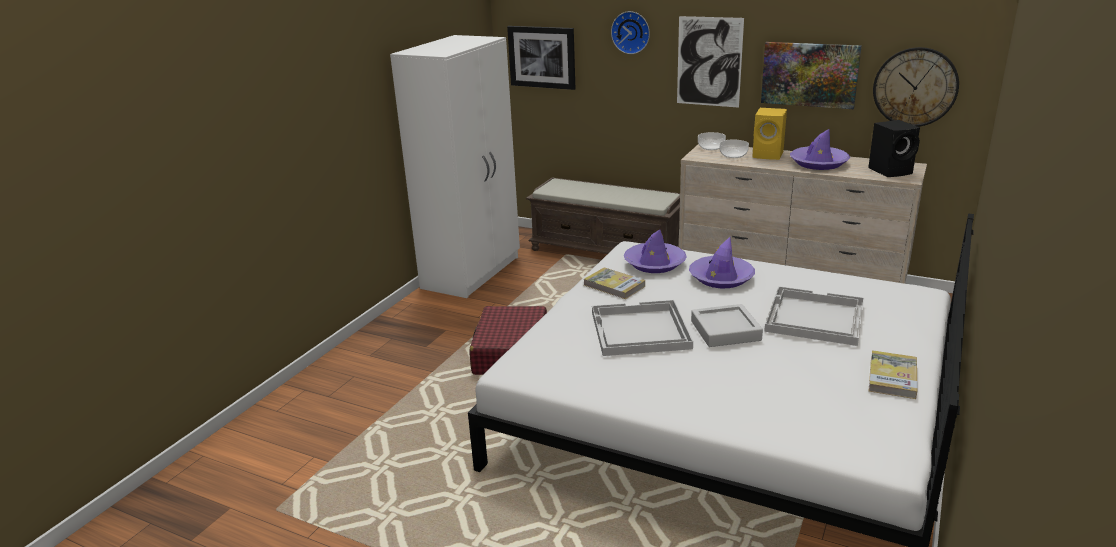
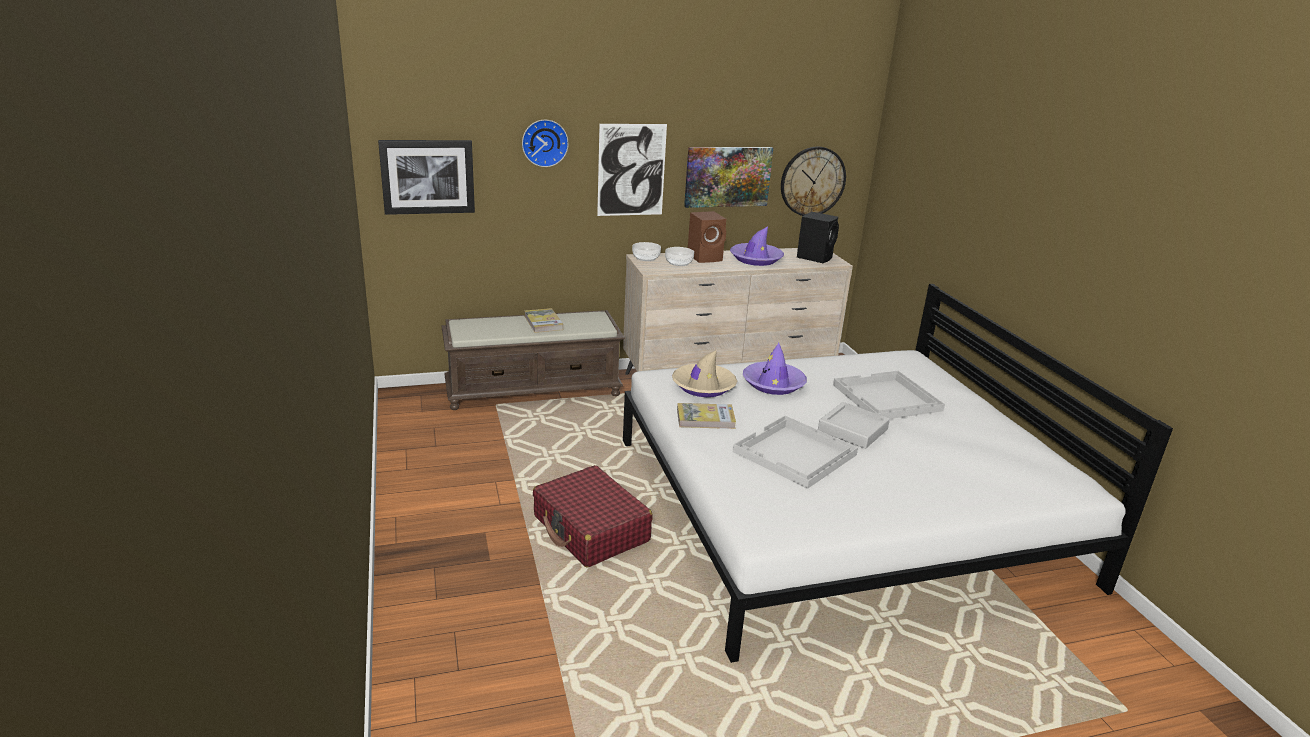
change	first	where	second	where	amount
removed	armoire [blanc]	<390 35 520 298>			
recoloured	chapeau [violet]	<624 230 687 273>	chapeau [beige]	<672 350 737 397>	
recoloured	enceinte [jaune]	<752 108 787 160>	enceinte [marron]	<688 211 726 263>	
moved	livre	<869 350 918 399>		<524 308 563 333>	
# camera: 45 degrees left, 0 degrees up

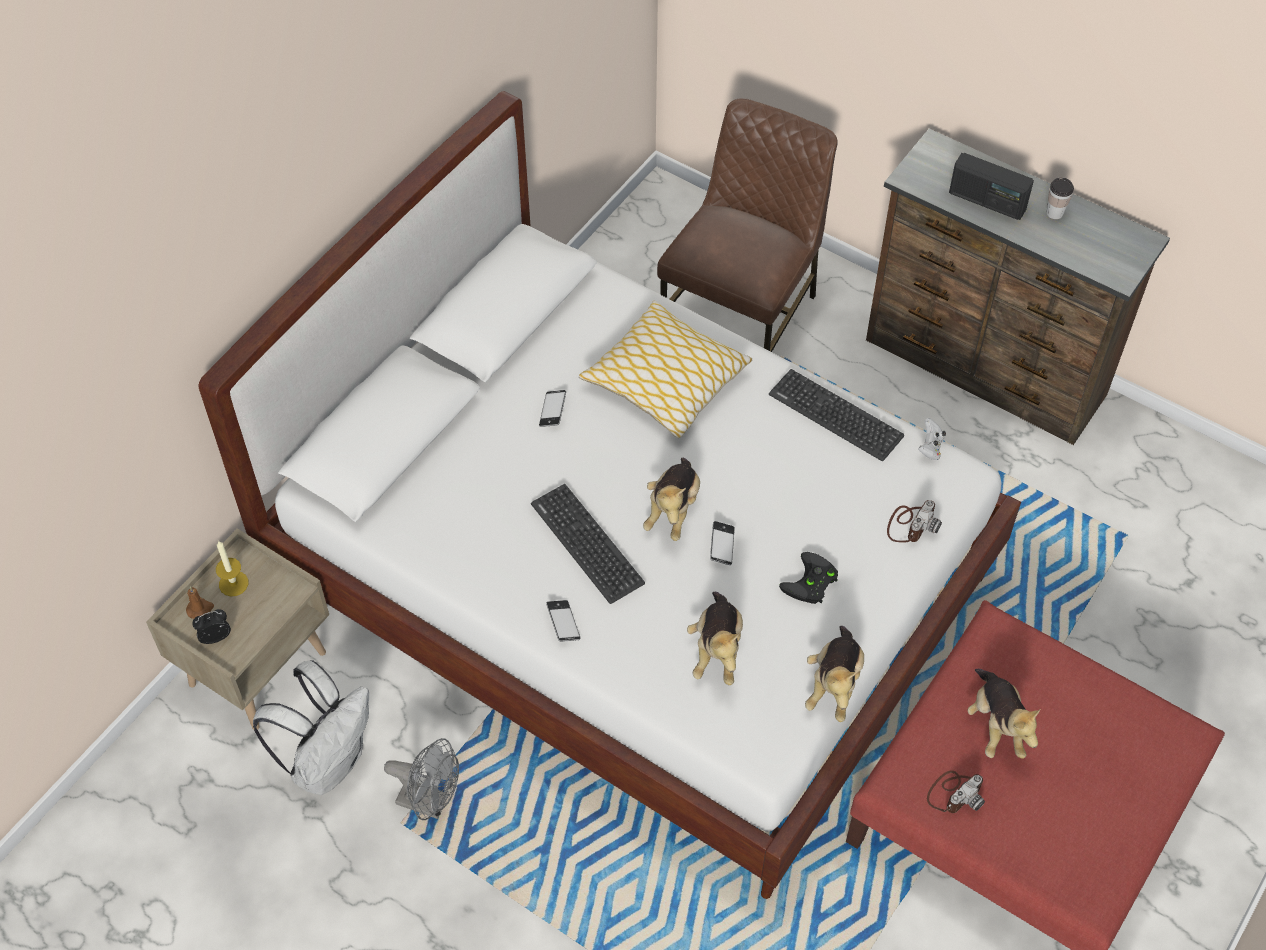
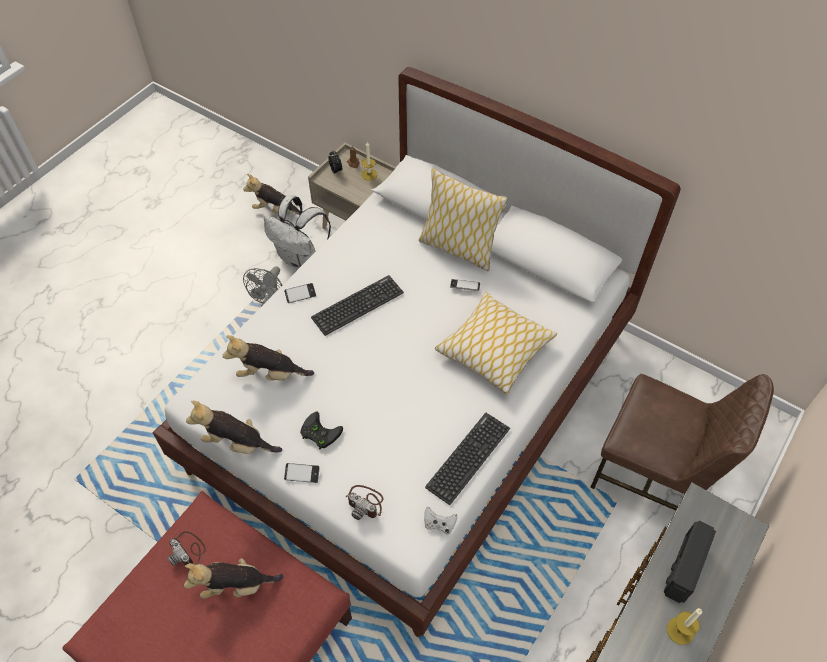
change	first	where	second	where	amount
moved	peluche	<643 457 700 541>		<243 174 300 215>	
moved	téléphone	<710 521 735 565>		<284 463 320 483>	
replaced	tasse	<1047 177 1074 219>	bougie	<667 608 702 645>	
added			coussin	<419 168 508 271>	
# camera: 90 degrees right, 0 degrees up

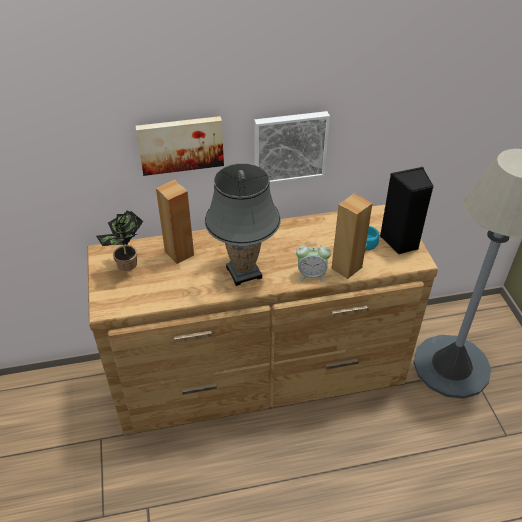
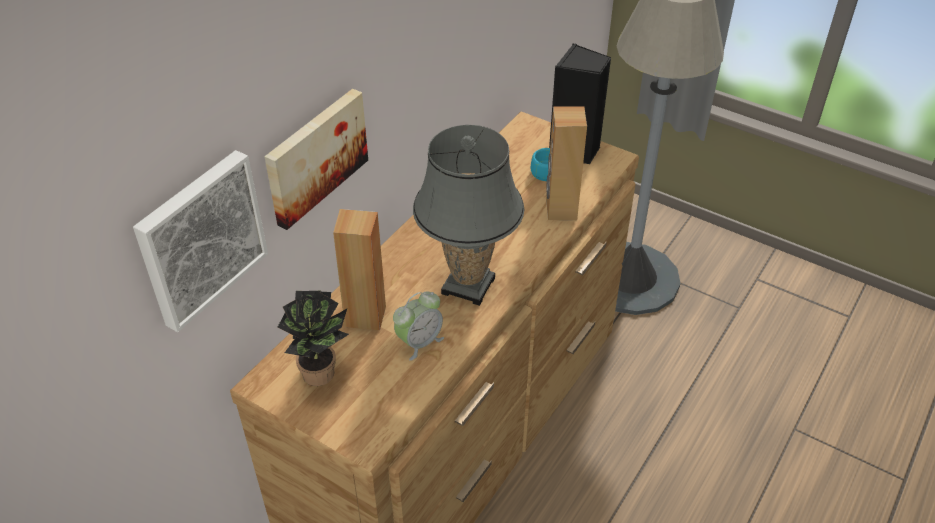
change	first	where	second	where	amount
moved	tableau	<254 111 330 184>		<133 150 268 332>	
moved	réveil	<296 242 331 282>		<393 292 444 361>	
# camera: 45 degrees left, 0 degrees up

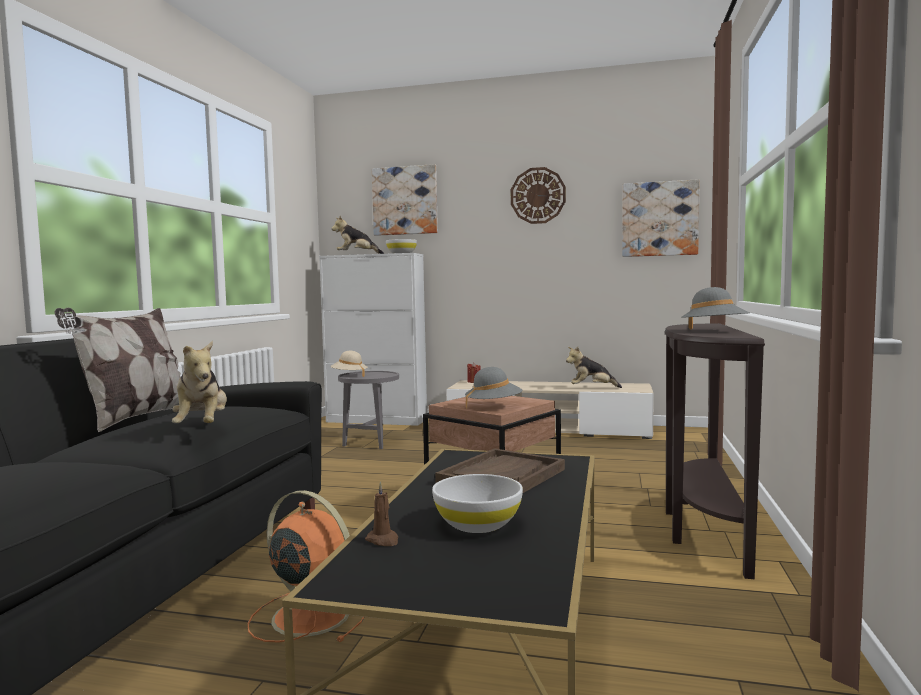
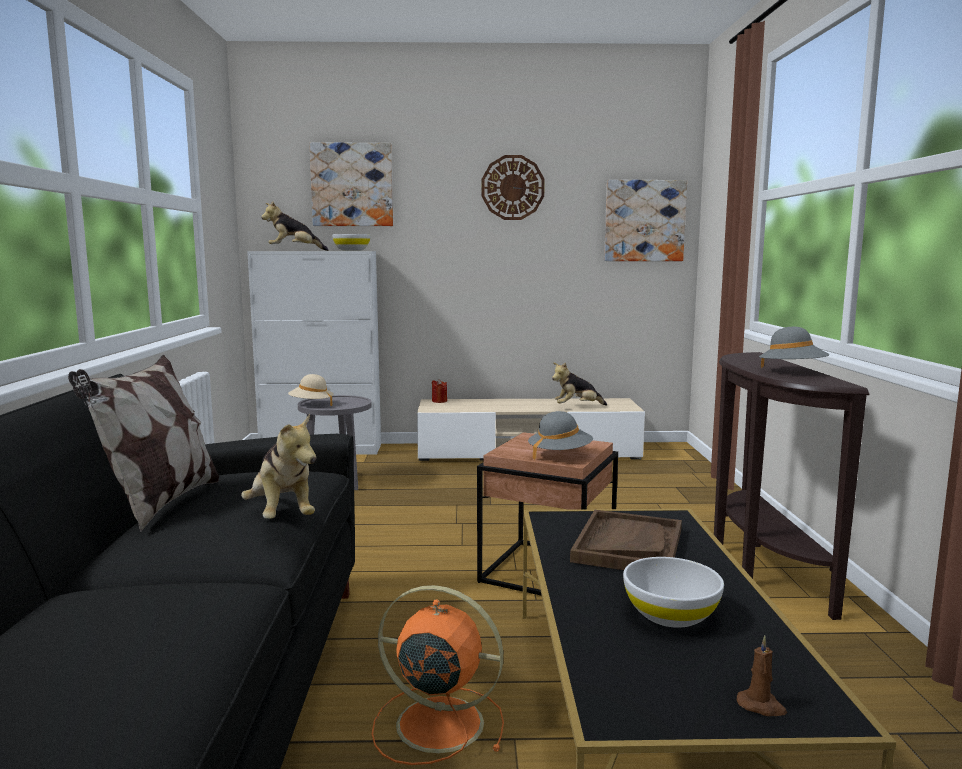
change	first	where	second	where	amount
moved	bougie [marron]	<365 481 398 546>		<737 636 787 716>	
# camera: 15 degrees left, 5 degrees up

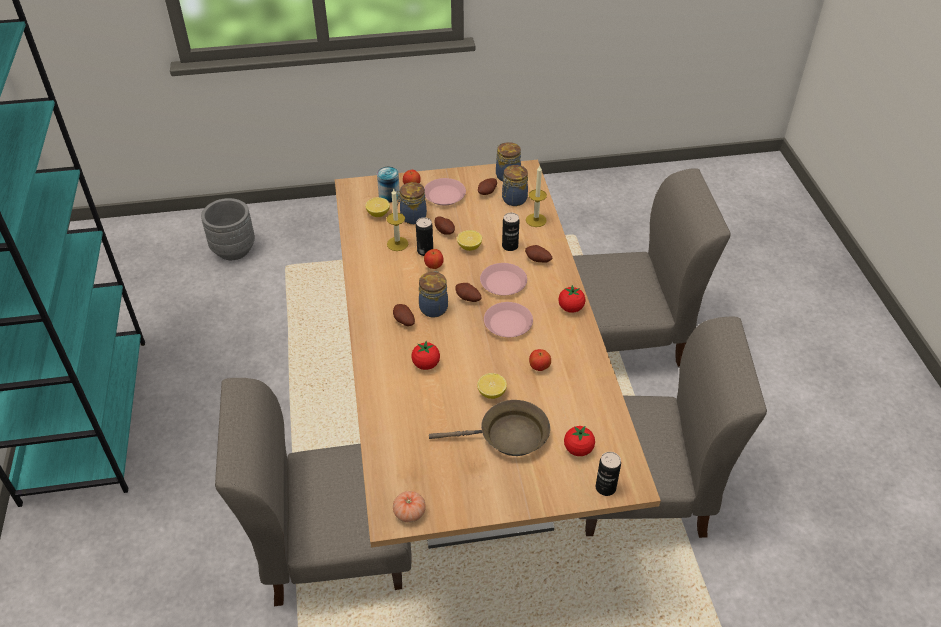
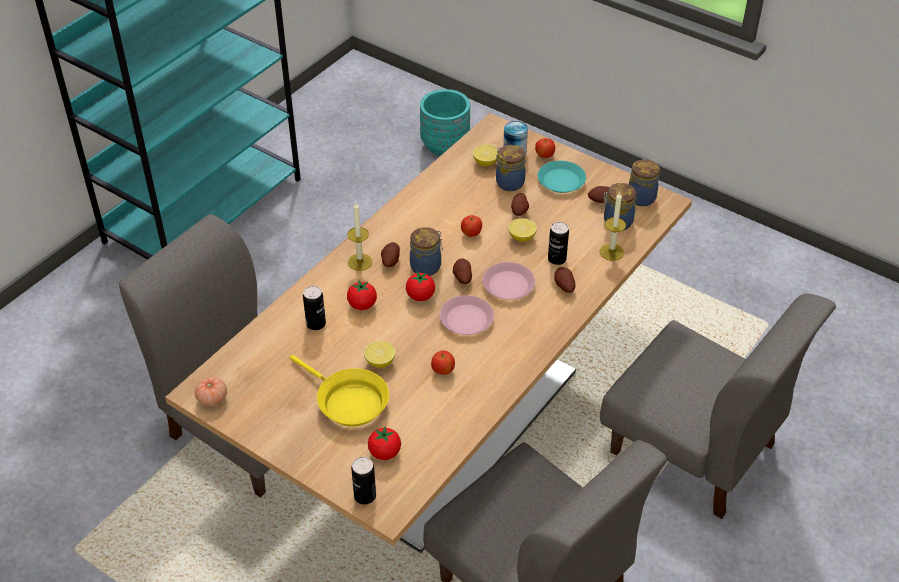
change	first	where	second	where	amount
recoloured	cache-pot [gris]	<201 198 255 260>	cache-pot [turquoise]	<420 89 470 156>	
moved	bougie	<386 188 408 251>		<347 202 372 271>	
moved	boîte métallique	<416 217 433 256>		<303 286 326 330>	
recoloured	assiette [rose]	<424 178 466 206>	assiette [turquoise]	<538 161 586 193>	
recoloured	poêle [marron]	<429 400 550 456>	poêle [jaune]	<290 355 389 427>	
moved	tomate	<558 285 586 313>		<406 271 435 301>	
# camera: 45 degrees right, 0 degrees up

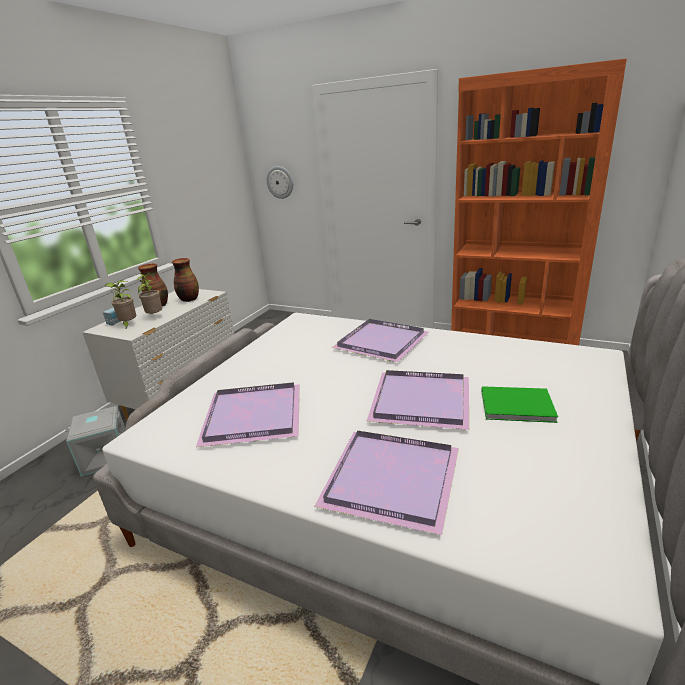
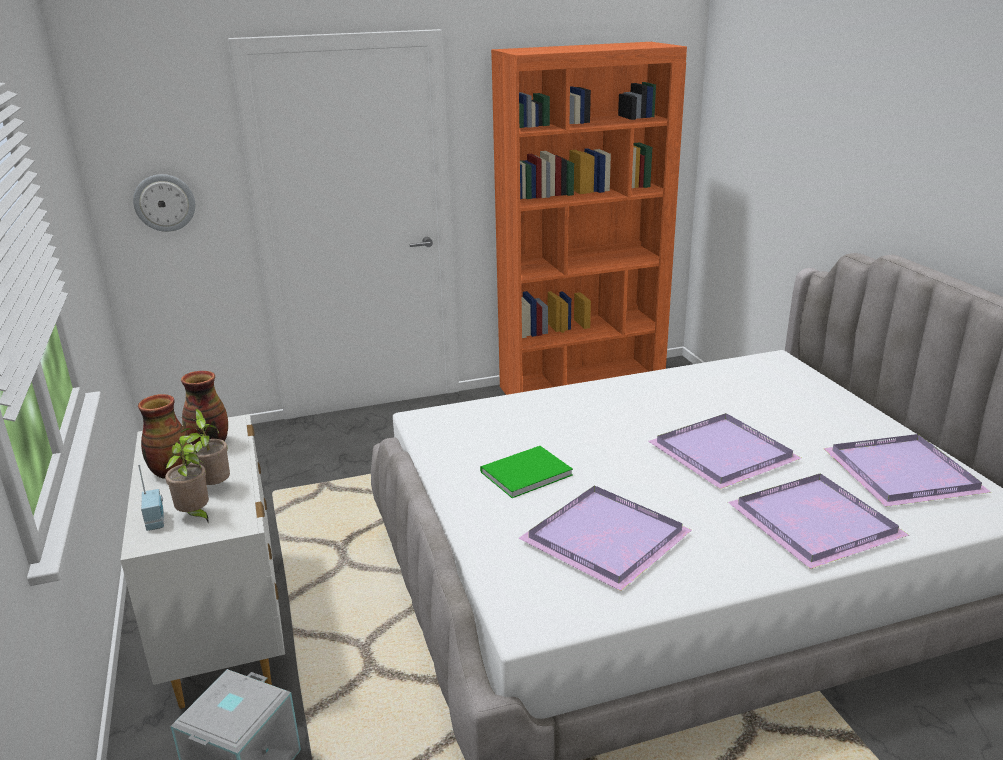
change	first	where	second	where	amount
moved	plateau [violet]	<332 319 429 362>		<823 434 991 507>	
moved	livre [vert]	<481 386 558 423>		<480 446 573 498>	
# camera: 45 degrees left, 0 degrees up

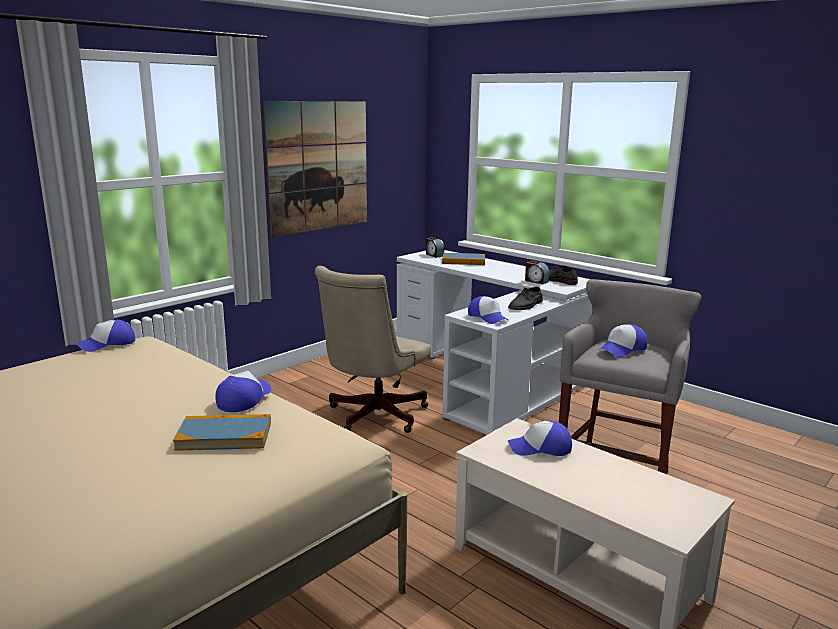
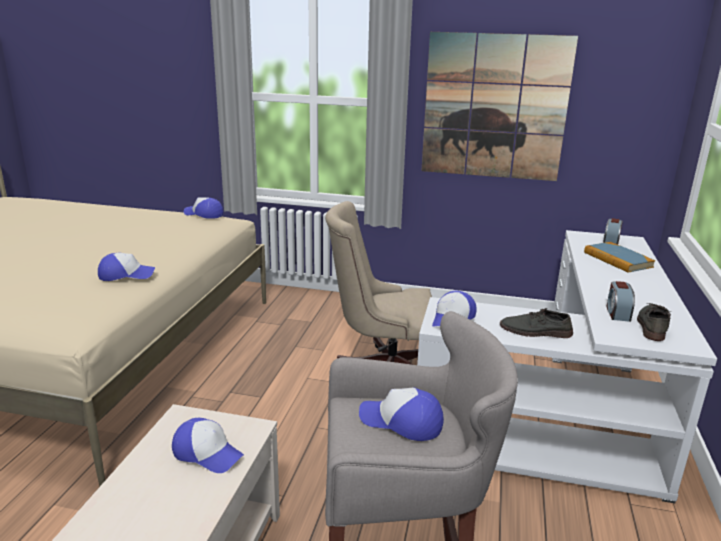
change	first	where	second	where	amount
removed	livre	<173 414 271 451>			
turned	casquette	<508 421 572 456>		<172 418 244 473>	150 degrees clockwise
# camera: 60 degrees right, 5 degrees up

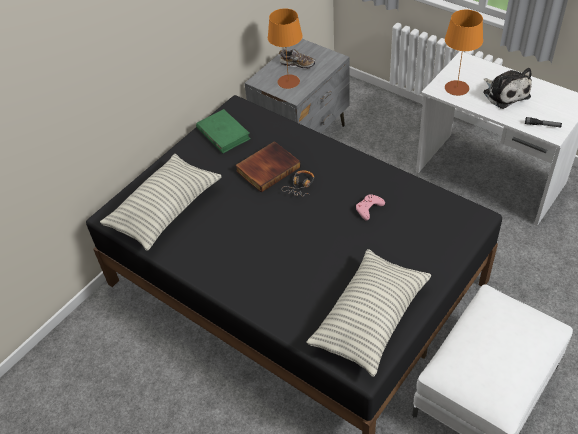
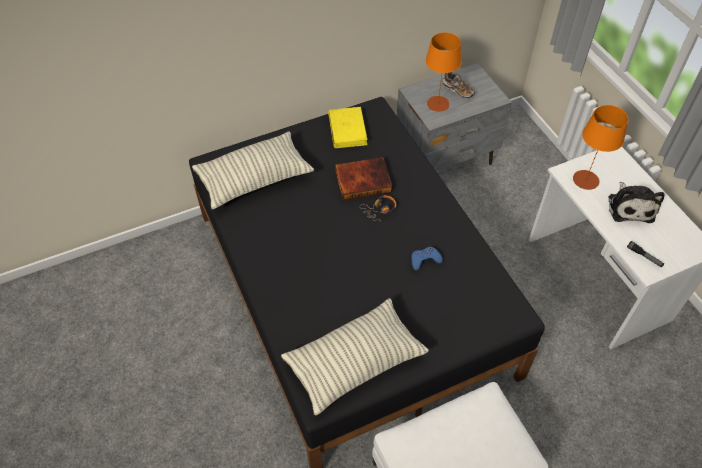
change	first	where	second	where	amount
recoloured	livre [vert]	<196 109 251 153>	livre [jaune]	<328 107 367 148>	
recoloured	manette [rose]	<356 194 385 220>	manette [bleu]	<411 247 443 270>	
# camera: 25 degrees right, 5 degrees up

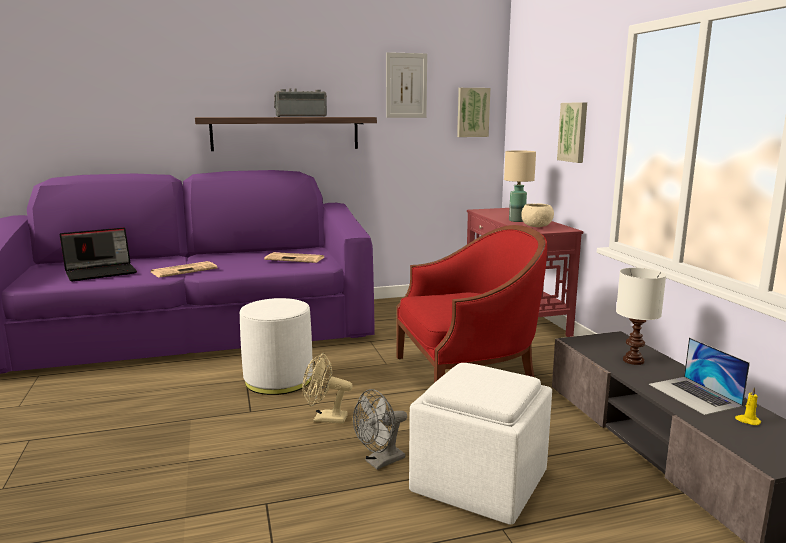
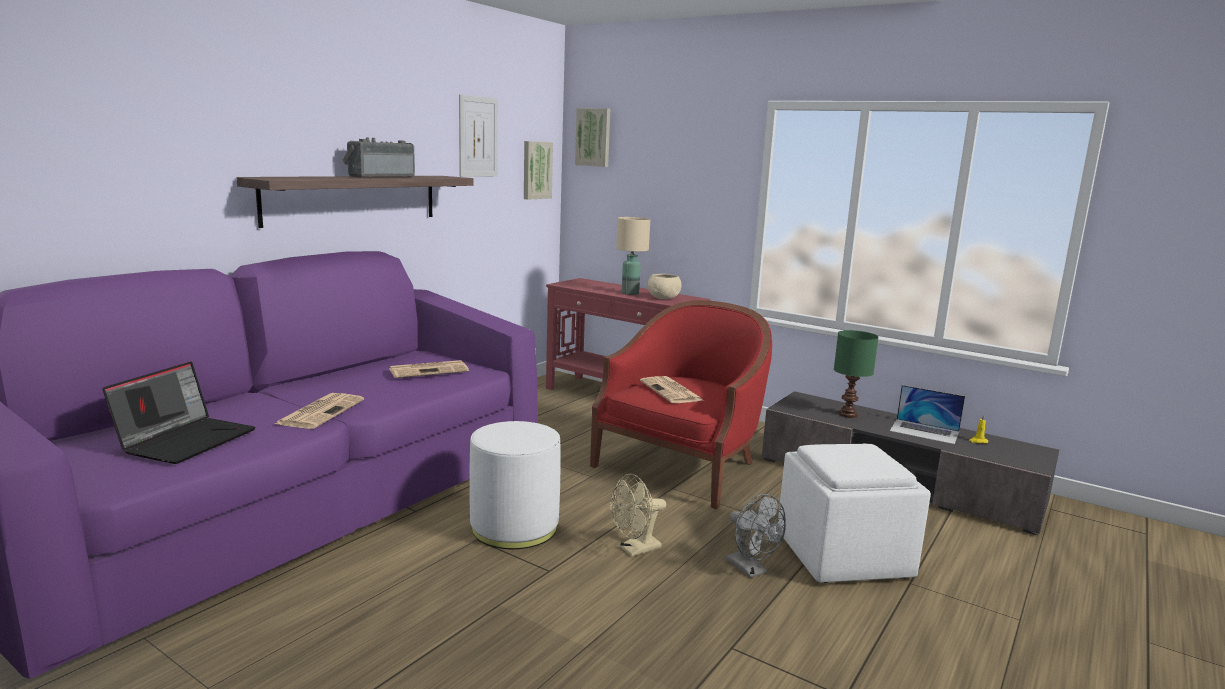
change	first	where	second	where	amount
turned	ventilateur [gris]	<353 389 407 470>		<726 494 786 578>	45 degrees counterclockwise
moved	tableau	<557 102 587 163>		<575 108 610 167>	
recoloured	lampe de table [blanc]	<616 268 666 365>	lampe de table [vert]	<834 330 879 418>	
added			journal	<640 376 703 403>	
# camera: 40 degrees left, 0 degrees up

